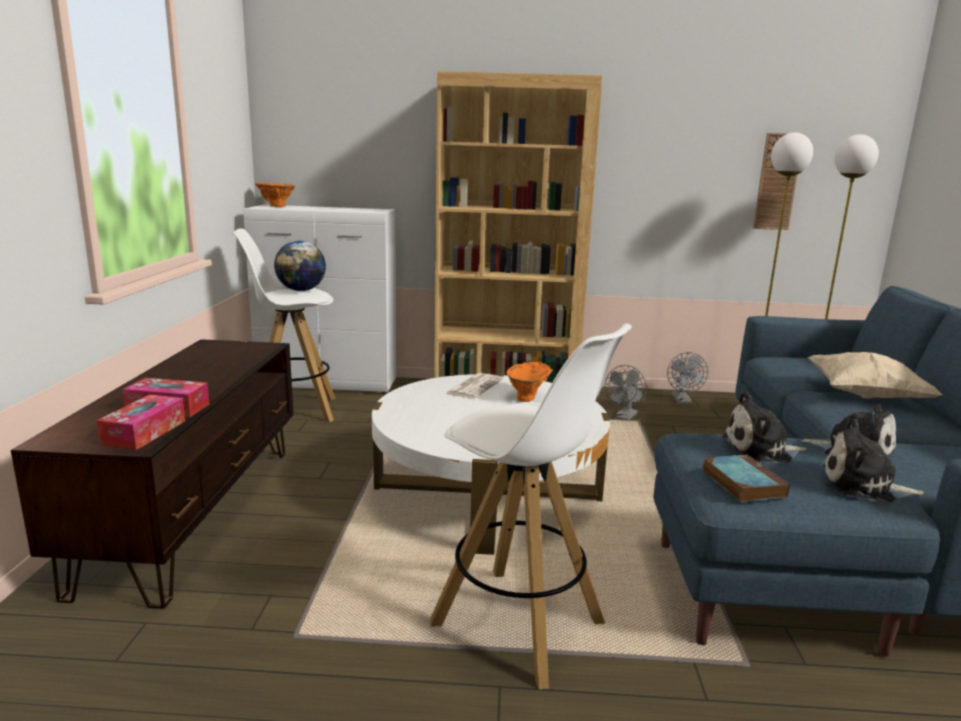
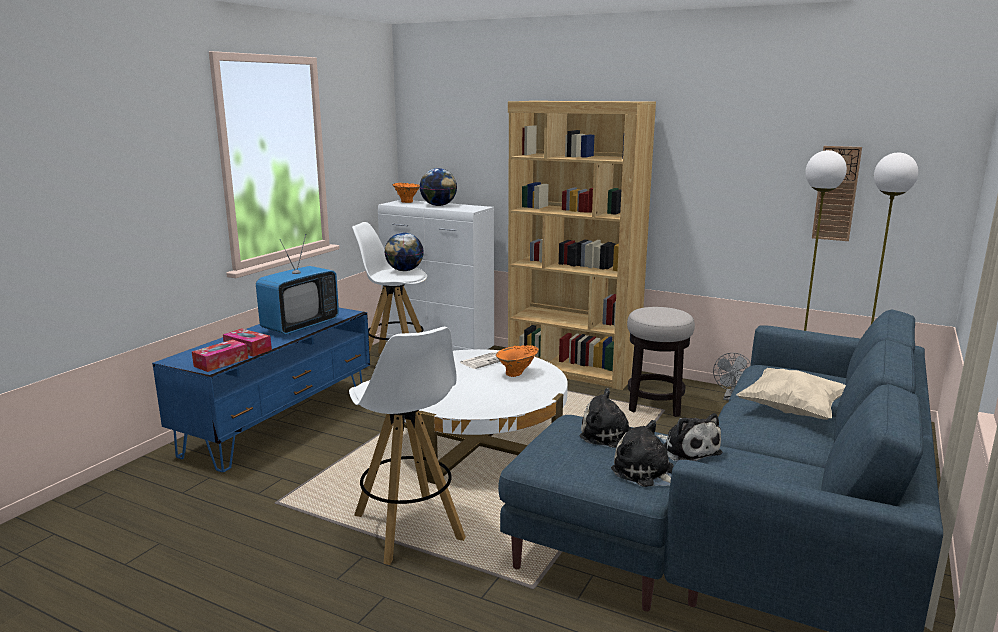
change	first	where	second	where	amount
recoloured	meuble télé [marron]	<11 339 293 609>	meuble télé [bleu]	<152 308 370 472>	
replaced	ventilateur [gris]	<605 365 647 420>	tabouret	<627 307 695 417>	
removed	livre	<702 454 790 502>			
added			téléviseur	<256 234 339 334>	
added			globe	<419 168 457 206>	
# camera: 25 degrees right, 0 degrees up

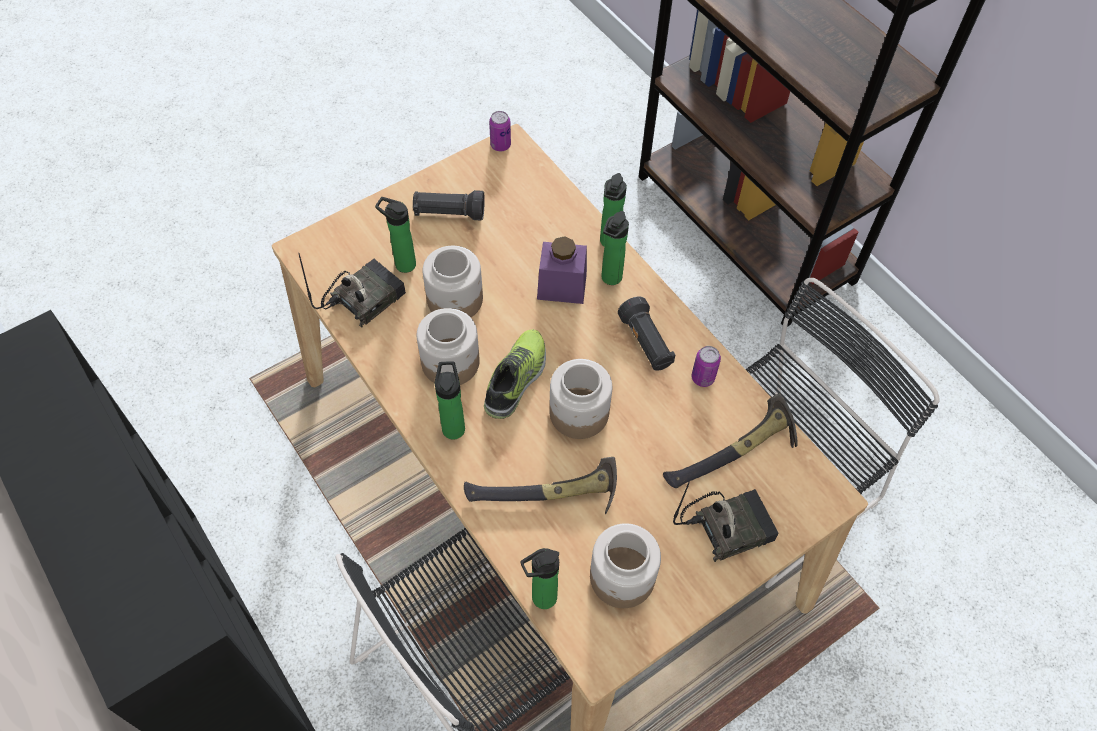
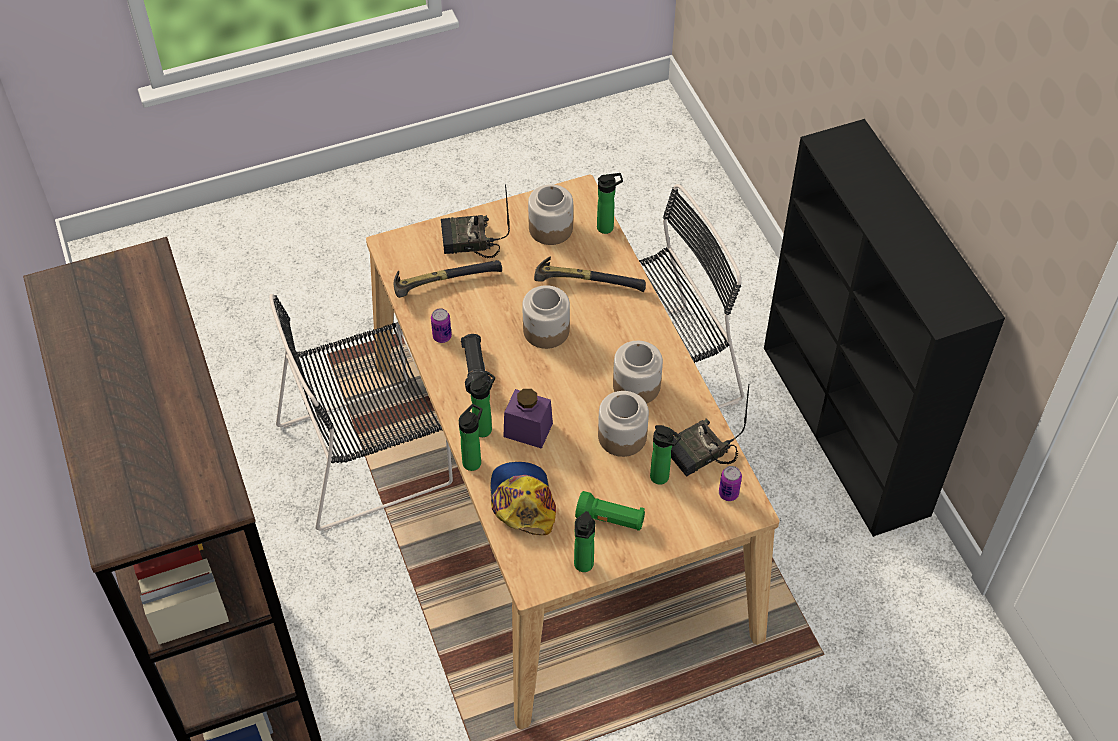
change	first	where	second	where	amount
recoloured	lampe de poche [noir]	<413 190 485 221>	lampe de poche [vert]	<575 491 645 531>	
moved	bouteille	<435 361 465 440>		<574 511 595 572>	
removed	chaussure	<484 329 546 419>			
moved	boîte métallique	<489 111 511 151>		<719 466 742 501>	
added			casquette	<491 462 556 535>	
# camera: 165 degrees left, 5 degrees down

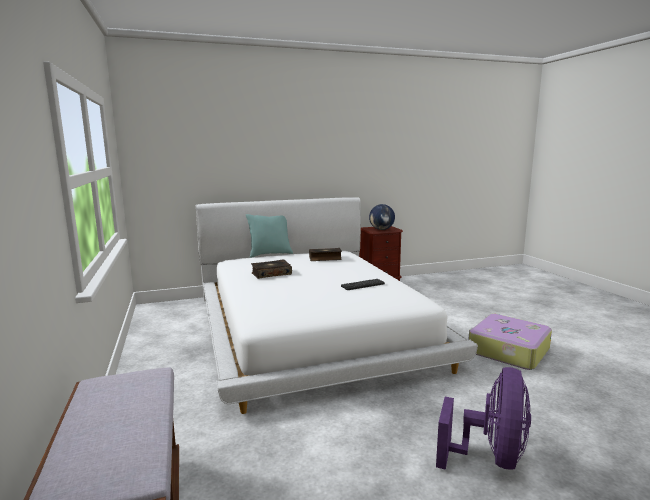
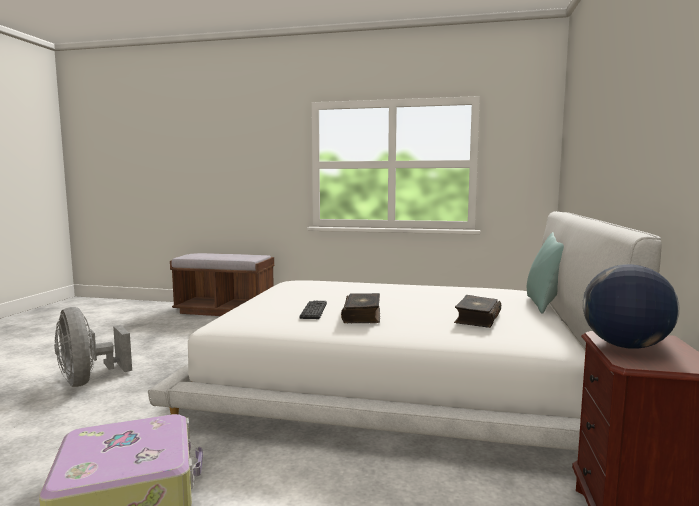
change	first	where	second	where	amount
moved	livre	<251 259 292 279>		<341 293 380 323>	
recoloured	ventilateur [violet]	<436 367 531 470>	ventilateur [gris]	<54 307 132 387>	
# camera: 120 degrees right, 5 degrees down

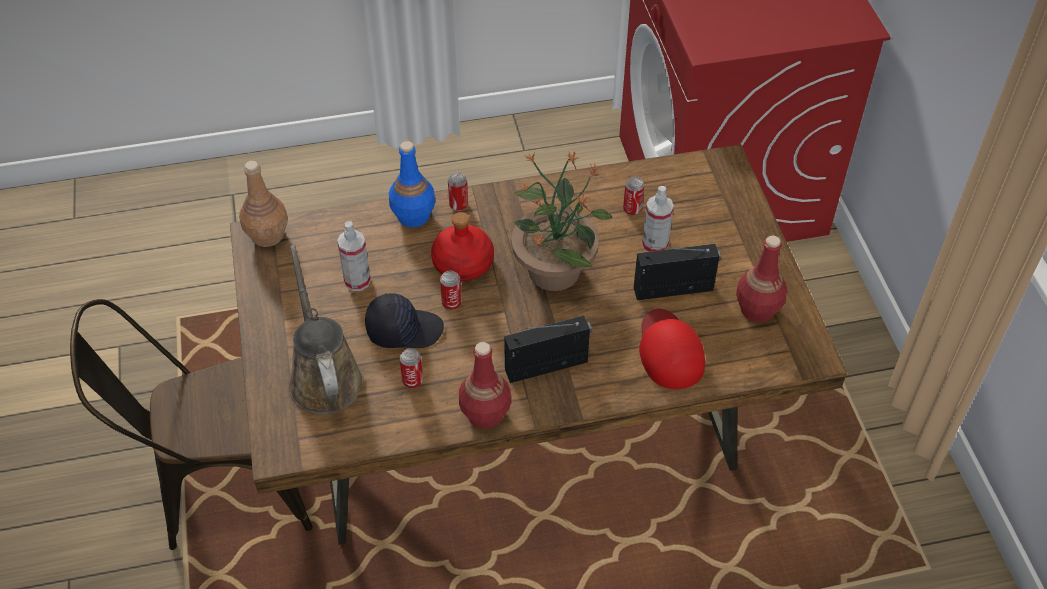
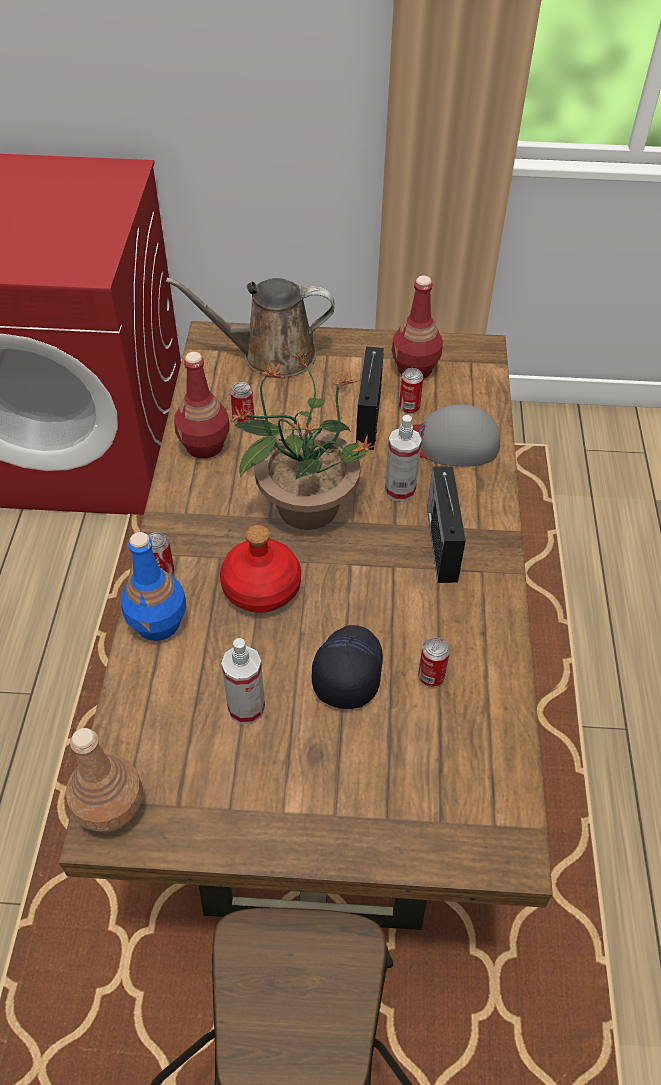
change	first	where	second	where	amount
moved	arrosoir [marron]	<289 245 364 415>		<166 277 335 378>	
moved	boîte métallique	<440 271 462 310>		<399 368 423 414>	
moved	bouteille [rouge]	<459 342 511 429>		<174 352 230 459>	
recoloured	casquette [rouge]	<639 309 705 389>	casquette [gris]	<412 404 500 467>	
moved	vaporisateur	<642 186 674 252>		<385 415 422 502>	
# camera: 75 degrees left, 0 degrees up

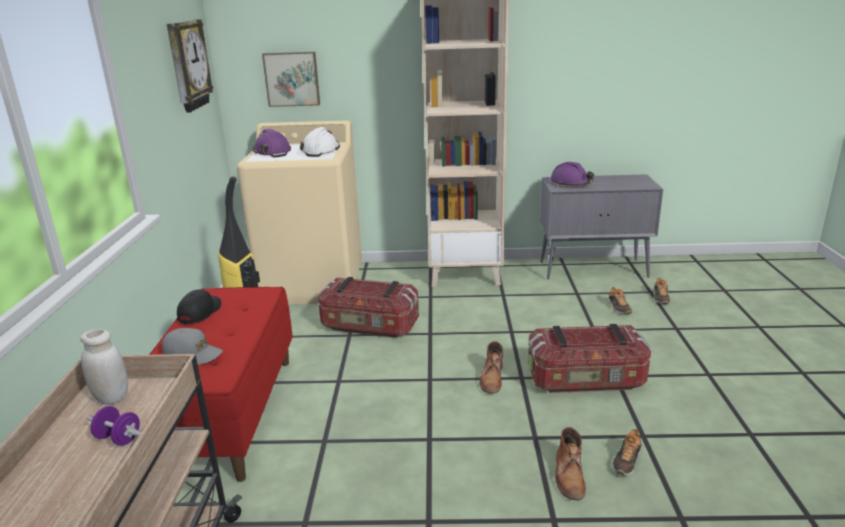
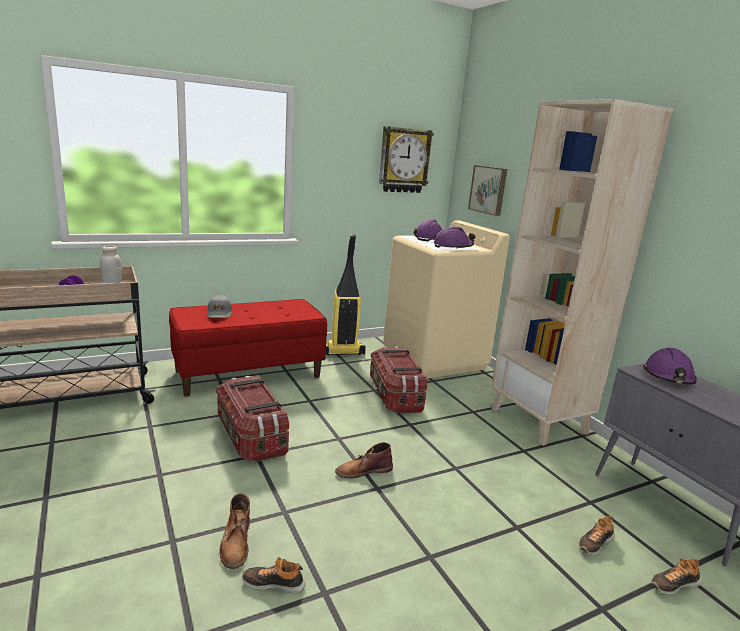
change	first	where	second	where	amount
removed	casquette [noir]	<177 289 221 324>			
recoloured	casque de chantier [blanc]	<300 127 340 157>	casque de chantier [violet]	<433 227 475 249>	
moved	boîte de rangement	<528 324 651 393>		<216 375 289 462>	
turned	botte [marron]	<555 427 586 500>		<219 493 250 569>	75 degrees counterclockwise
# camera: 60 degrees right, 5 degrees down

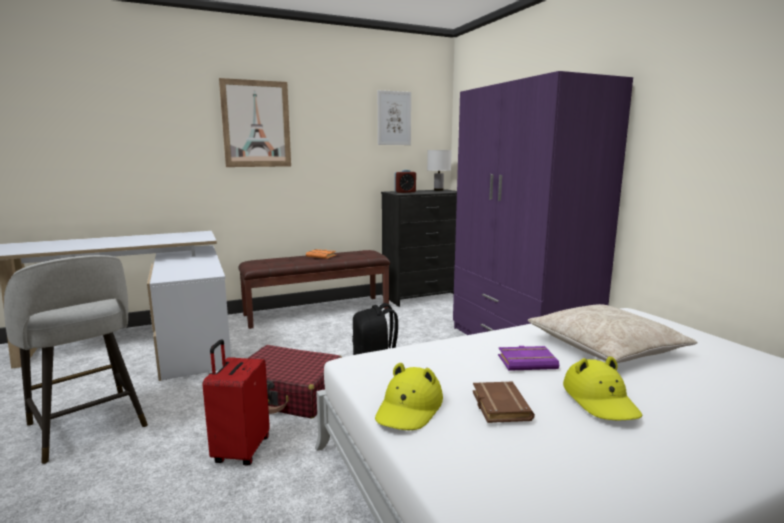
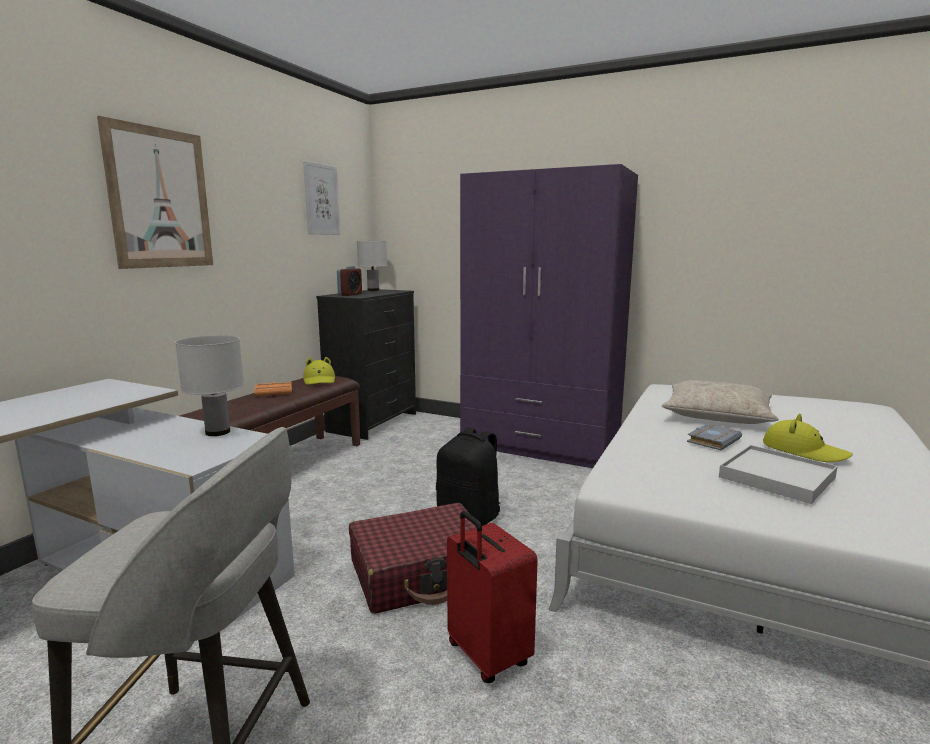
change	first	where	second	where	amount
moved	chapeau [jaune]	<375 363 443 430>		<303 357 335 385>	
replaced	livre [marron]	<473 382 535 423>	plateau [blanc]	<719 445 838 504>	
recoloured	livre [violet]	<498 346 559 371>	livre [gris]	<687 424 742 450>	
added			lampe de table [blanc]	<175 335 244 436>	
# camera: 40 degrees left, 0 degrees up

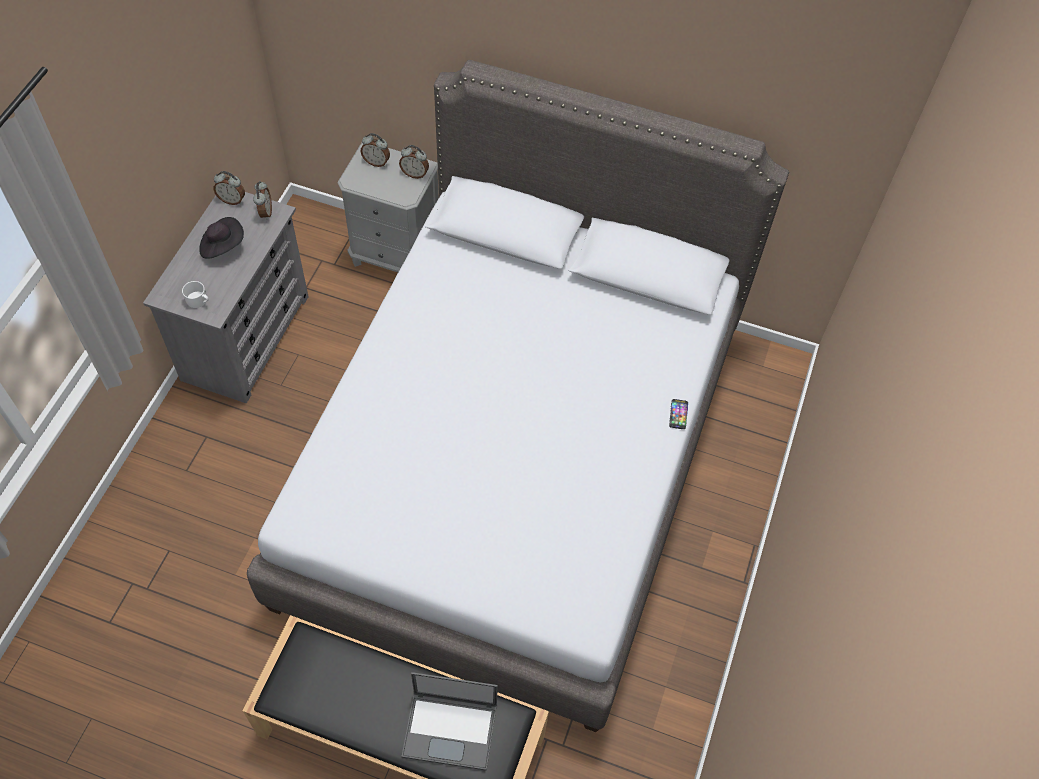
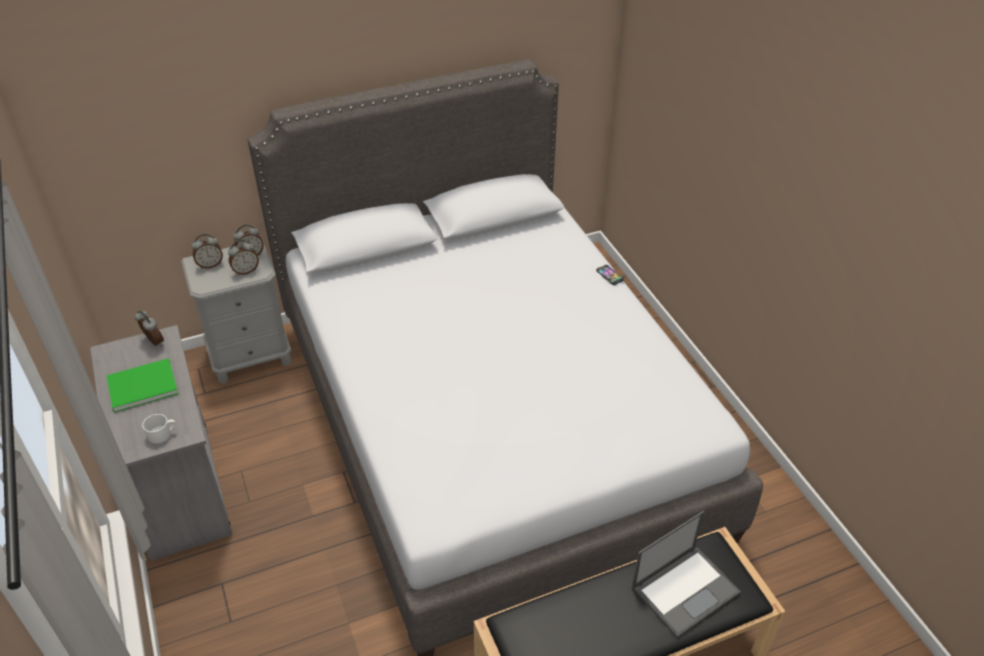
change	first	where	second	where	amount
replaced	chapeau [noir]	<199 217 244 259>	livre [vert]	<106 358 178 412>	
moved	réveil	<214 171 245 205>		<228 240 259 275>	
# camera: 40 degrees left, 15 degrees down

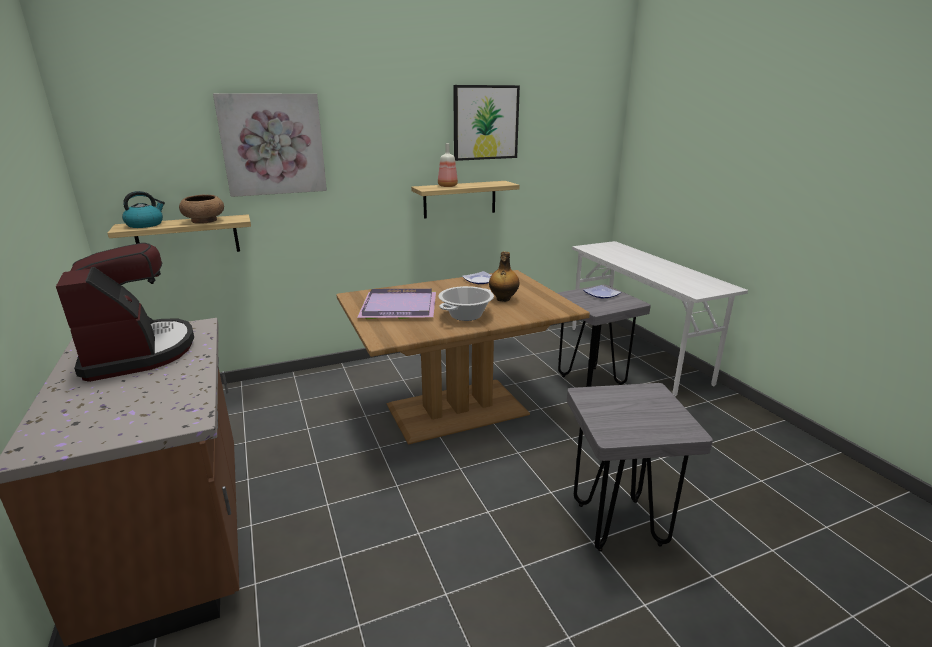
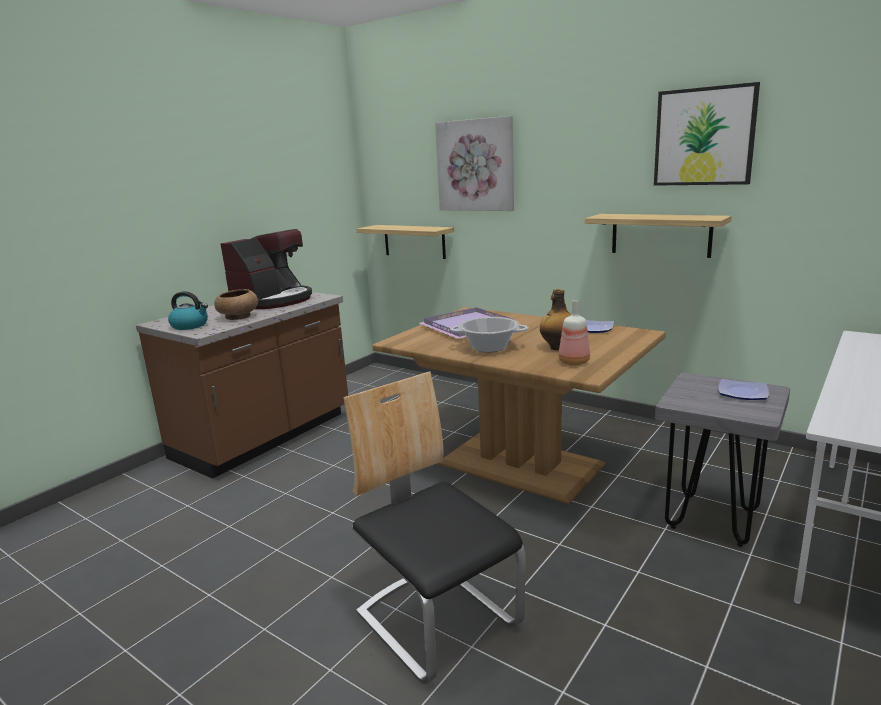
change	first	where	second	where	amount
moved	bouilloire	<122 191 165 228>		<168 291 208 330>	
moved	bol [marron]	<179 195 224 224>		<214 289 258 320>	
moved	bouteille	<438 143 458 187>		<558 300 590 365>	
replaced	tabouret [gris]	<567 383 713 552>	chaise	<343 371 526 684>	
# camera: 60 degrees right, 5 degrees down

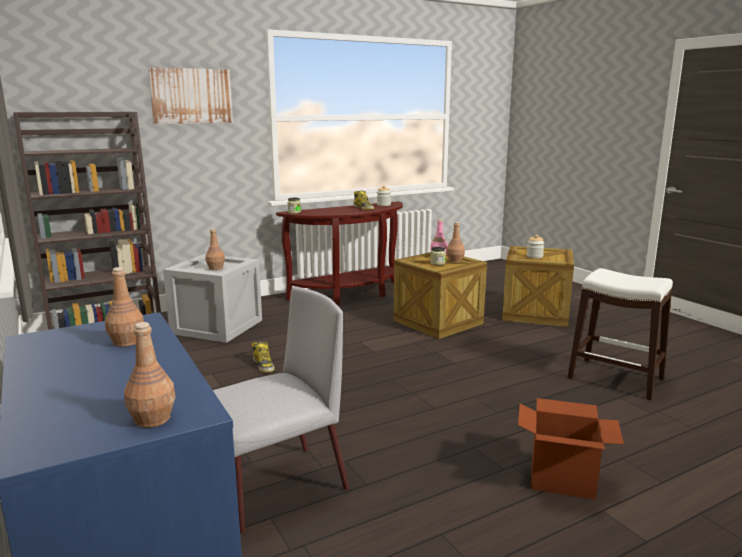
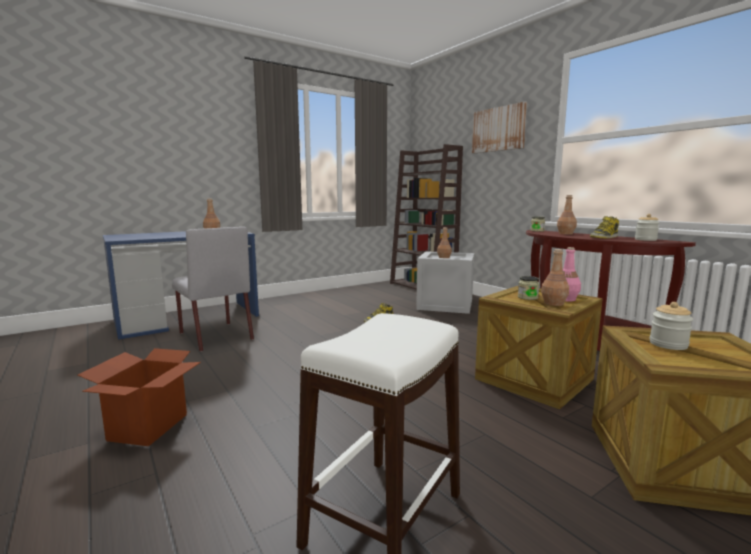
change	first	where	second	where	amount
moved	bouteille [marron]	<124 322 176 428>		<557 195 577 235>	
# camera: 85 degrees right, 5 degrees down

